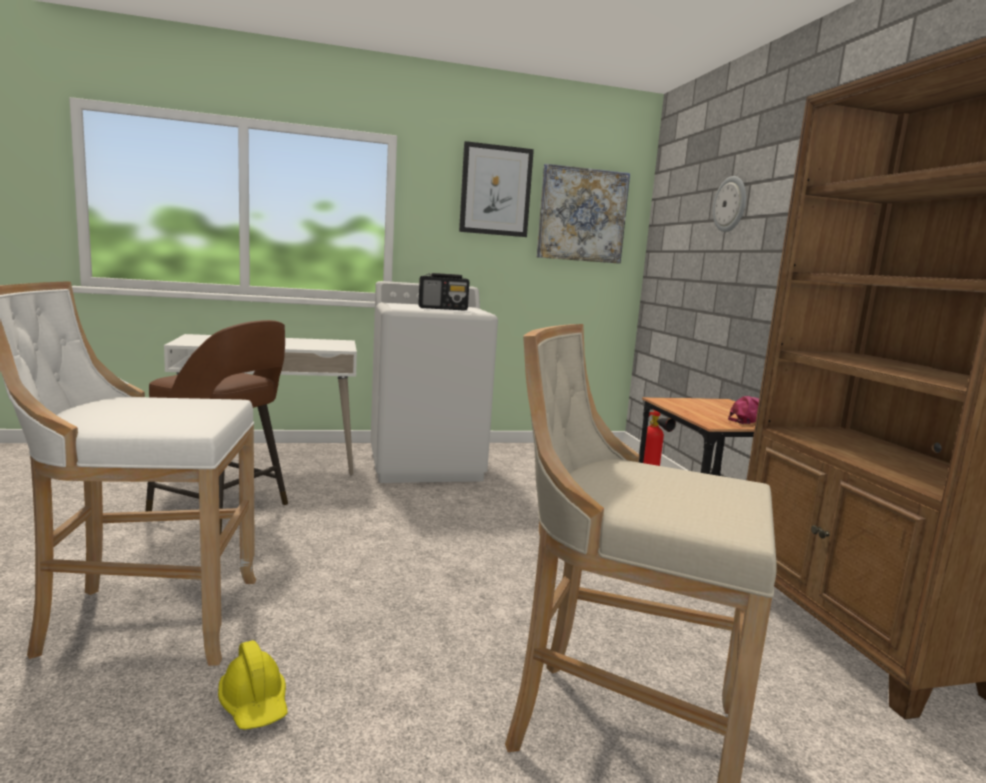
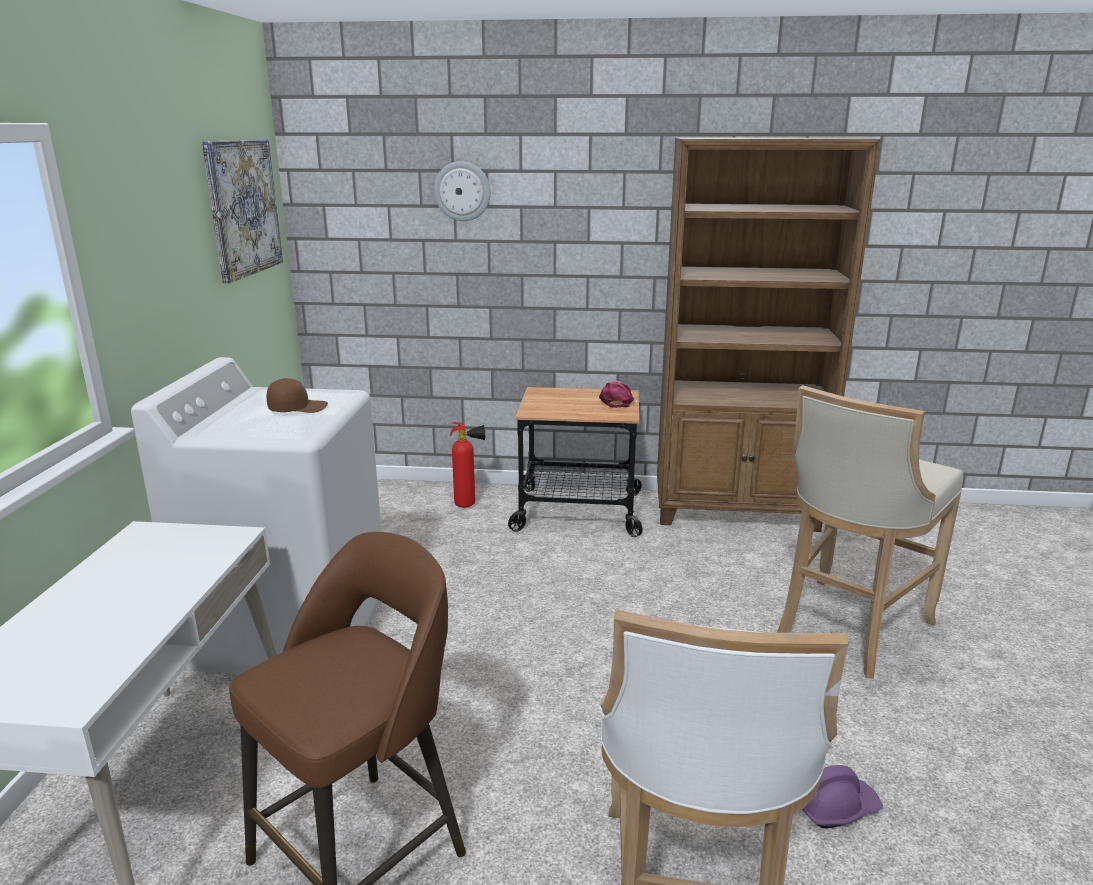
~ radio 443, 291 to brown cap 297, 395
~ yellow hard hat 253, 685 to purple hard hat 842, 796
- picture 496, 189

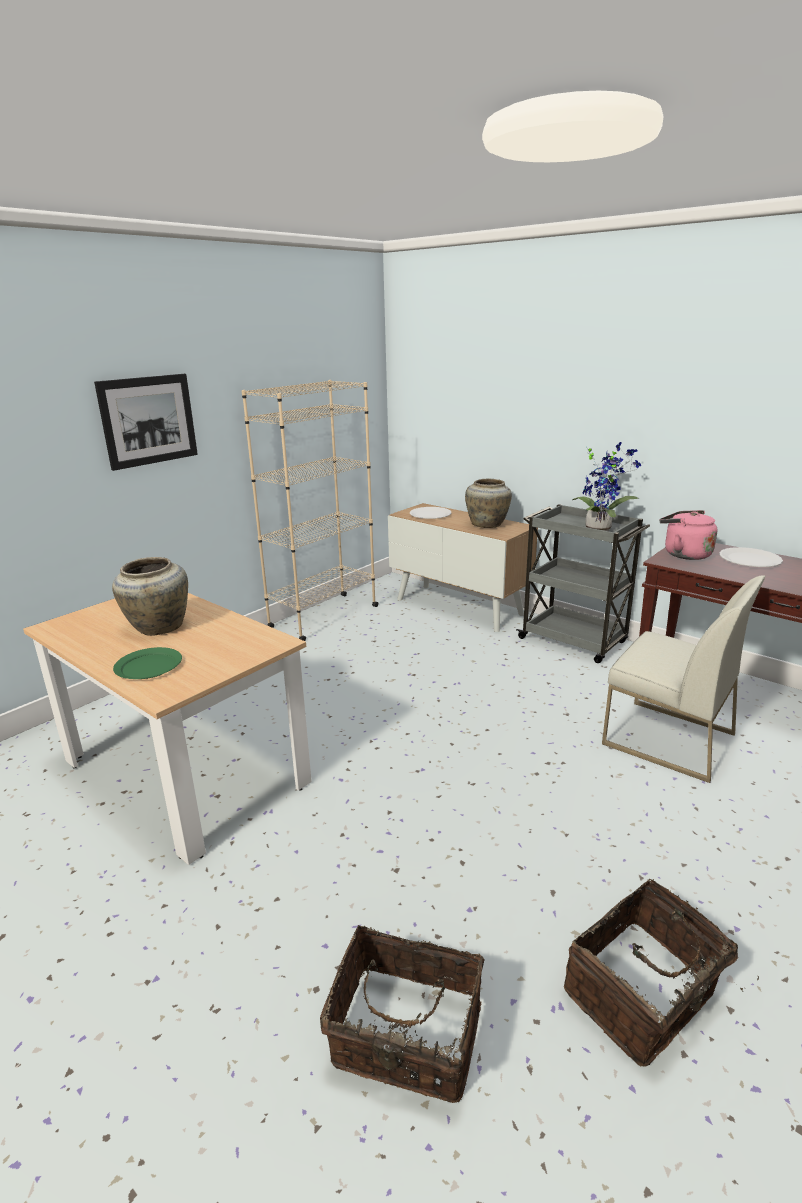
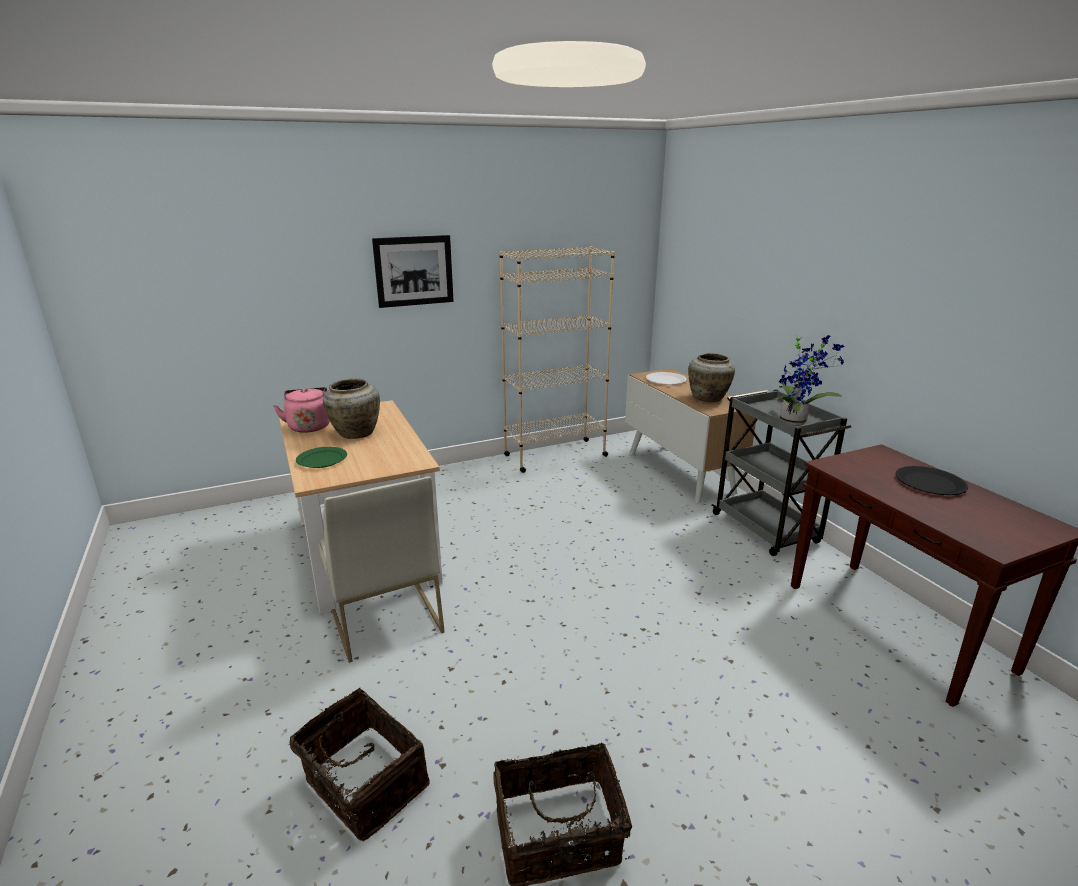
~ pink kettle 688, 535 to 301, 410
~ white chair 683, 679 to 381, 569
~ white plate 751, 557 to black plate 932, 480

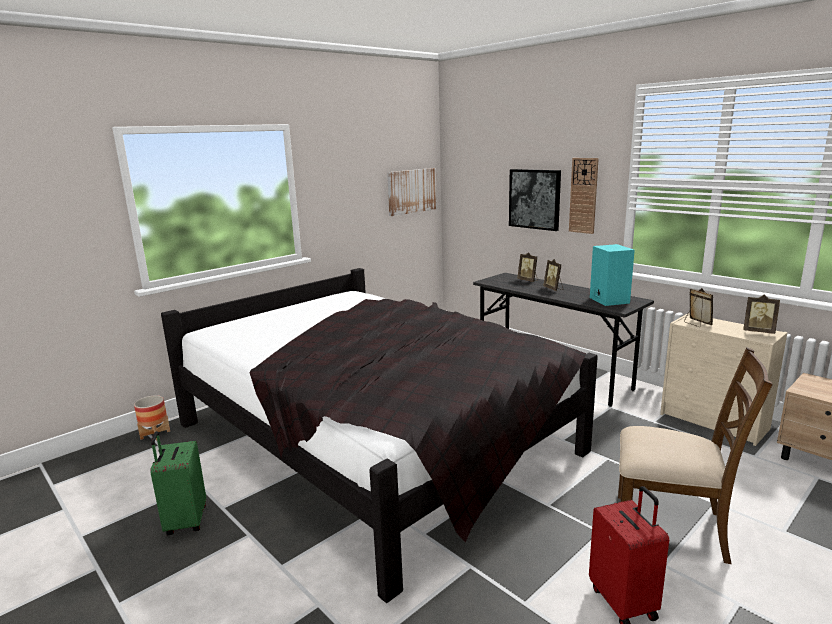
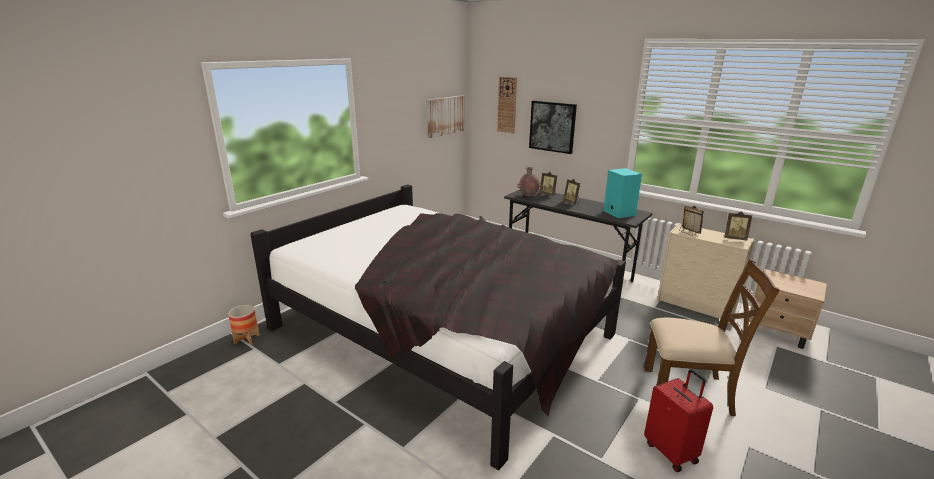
~ wall clock 584, 196 to 507, 105
+ brown vase 529, 182
- green suitcase 178, 483

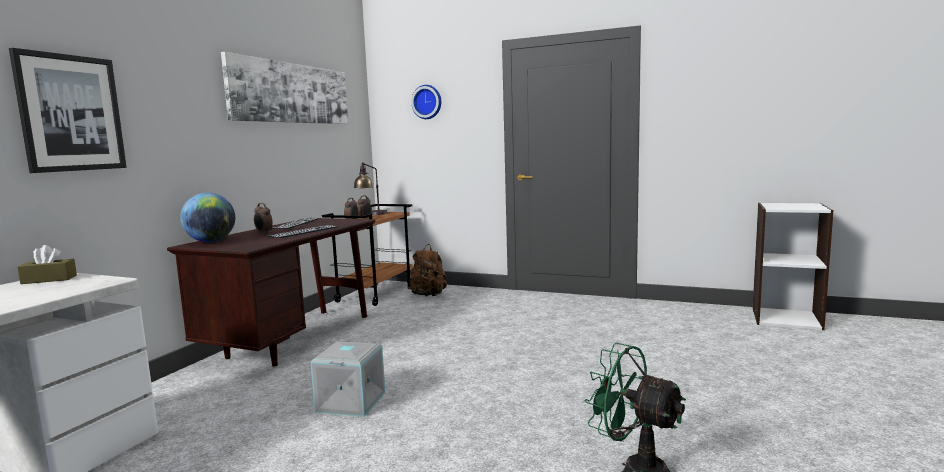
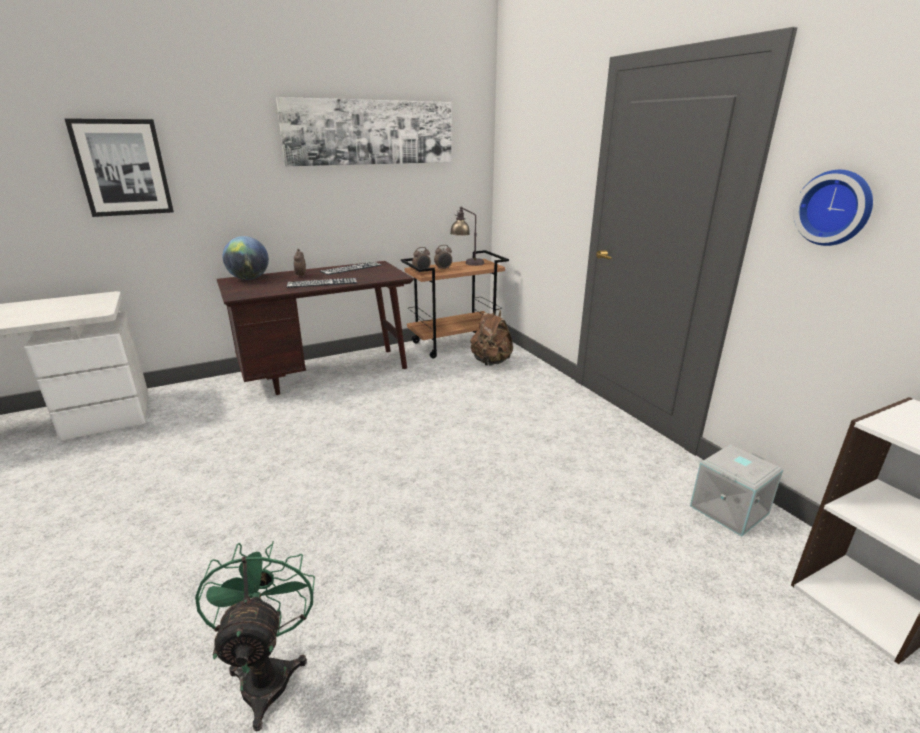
~ grey storage box 348, 379 to 736, 490
~ wall clock 426, 102 to 833, 208
- brown tissue box 47, 264

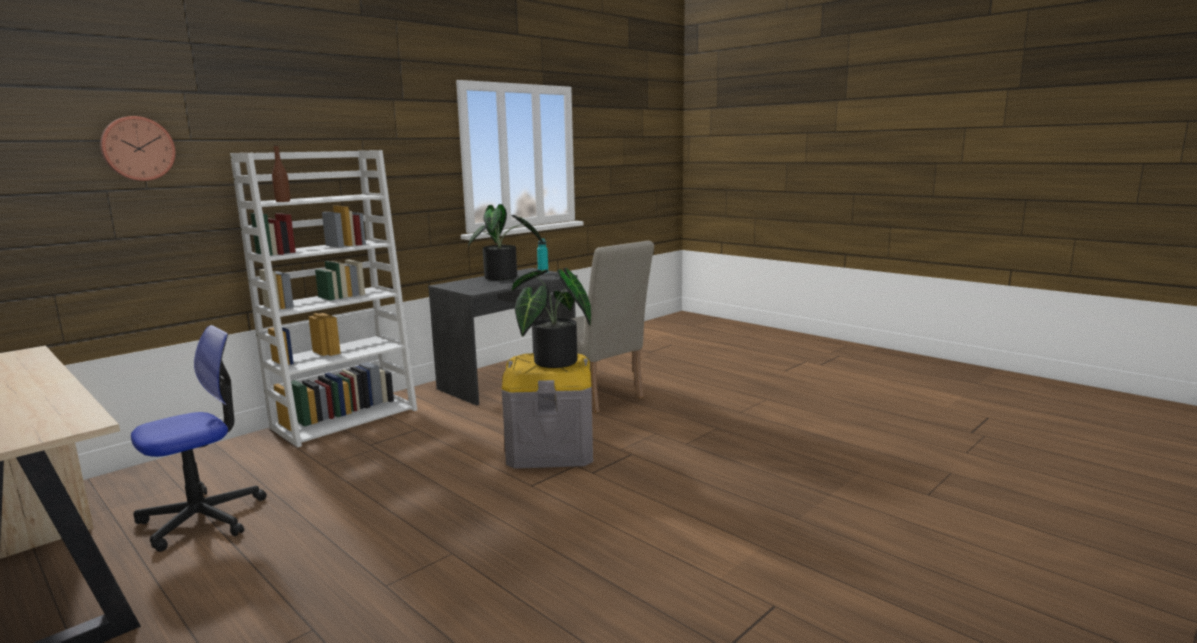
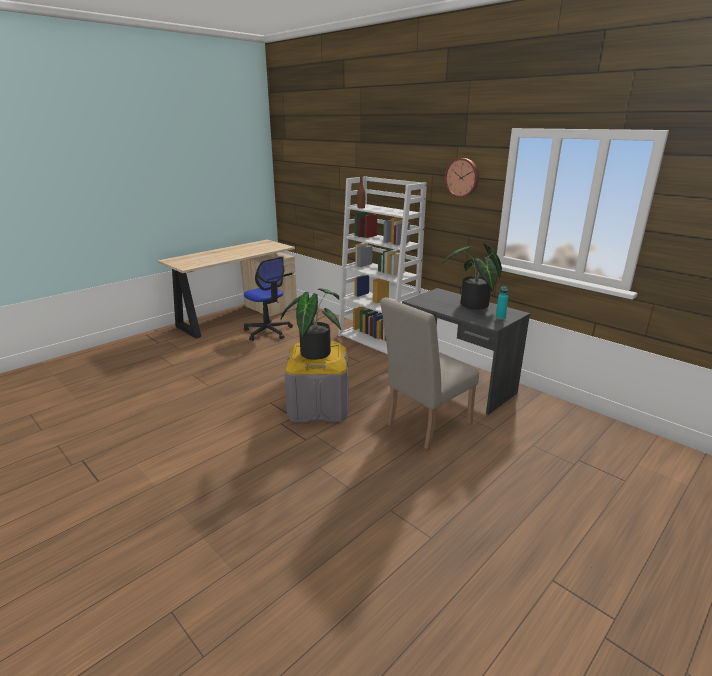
~ wall clock 138, 148 to 462, 178

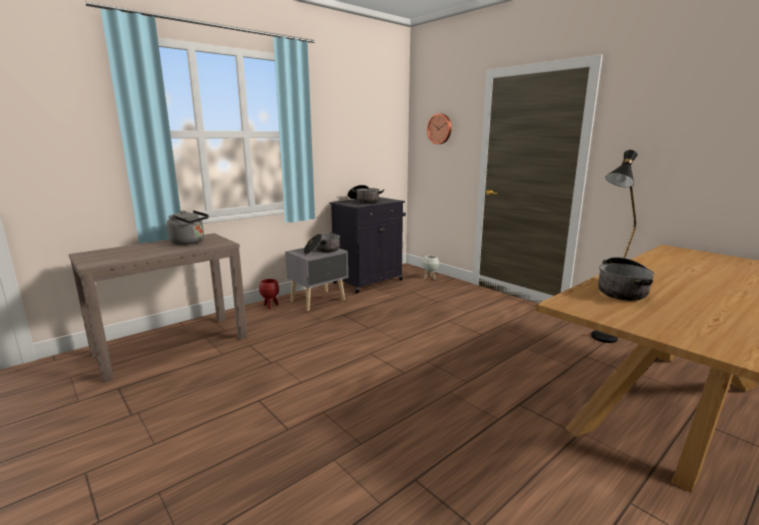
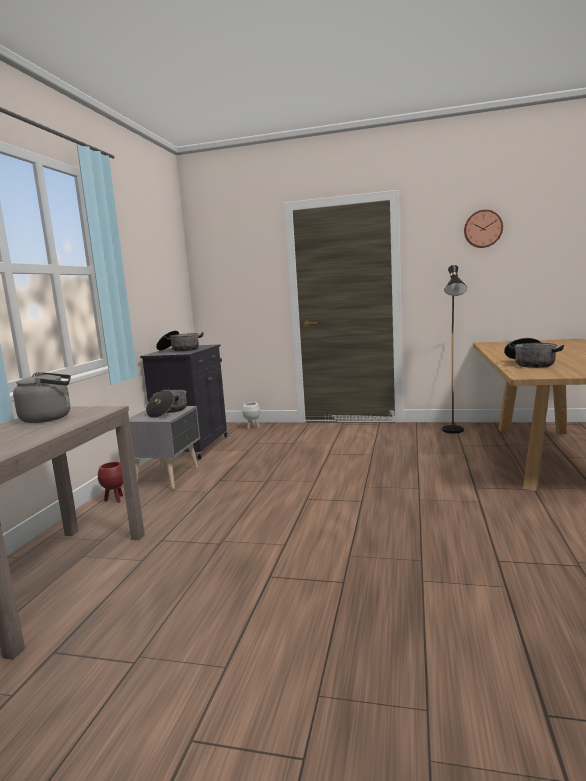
~ wall clock 439, 128 to 483, 229

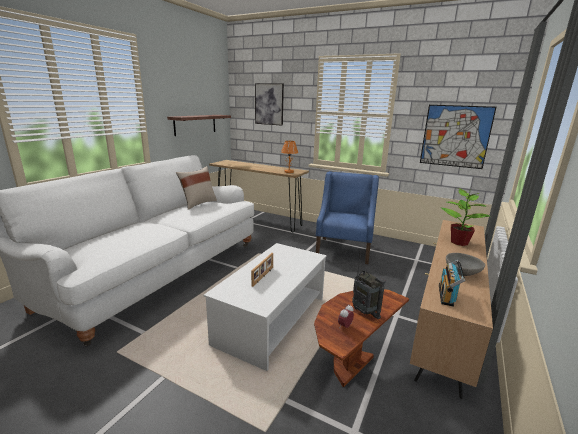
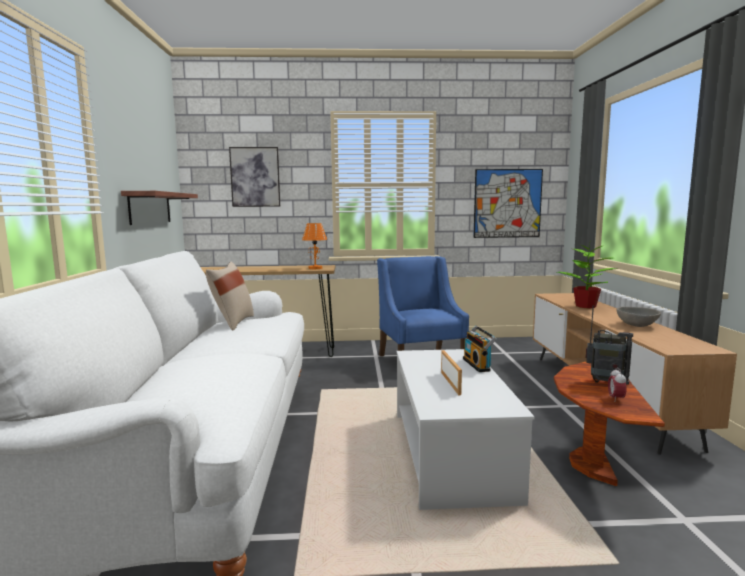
~ radio 452, 283 to 480, 349

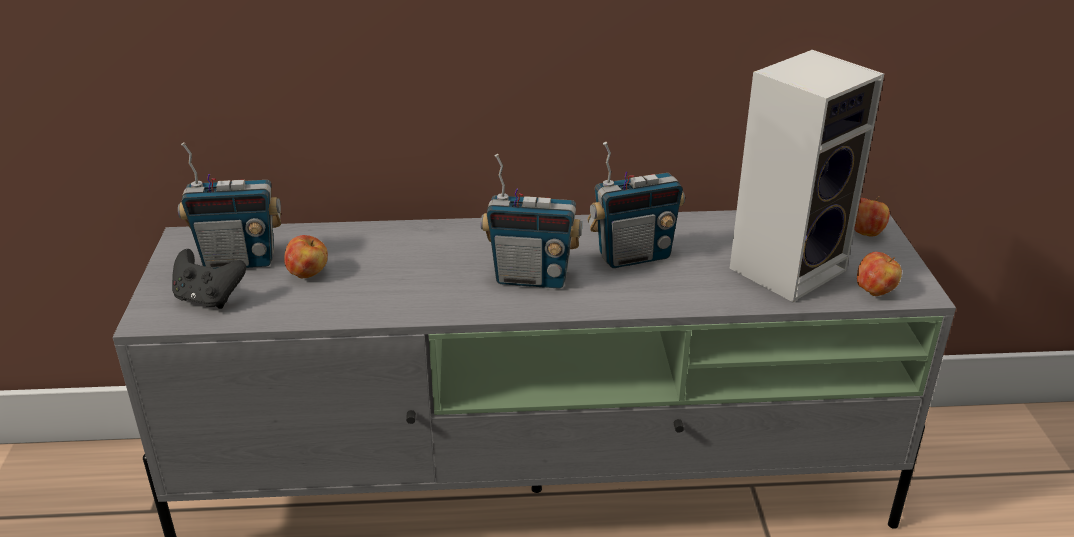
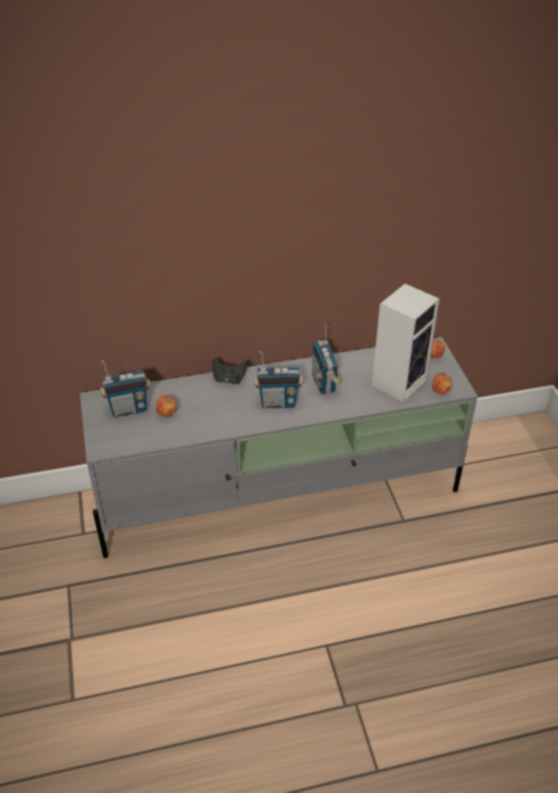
~ black game controller 209, 279 to 229, 371
~ radio 636, 205 = 327, 358 105 degrees clockwise

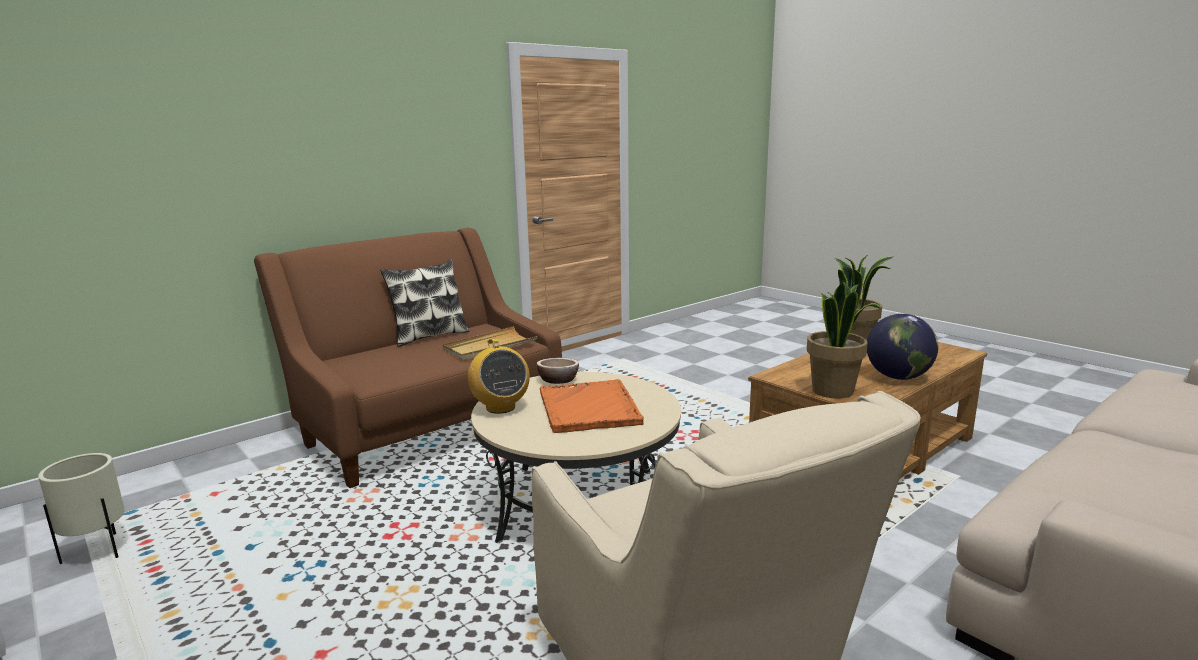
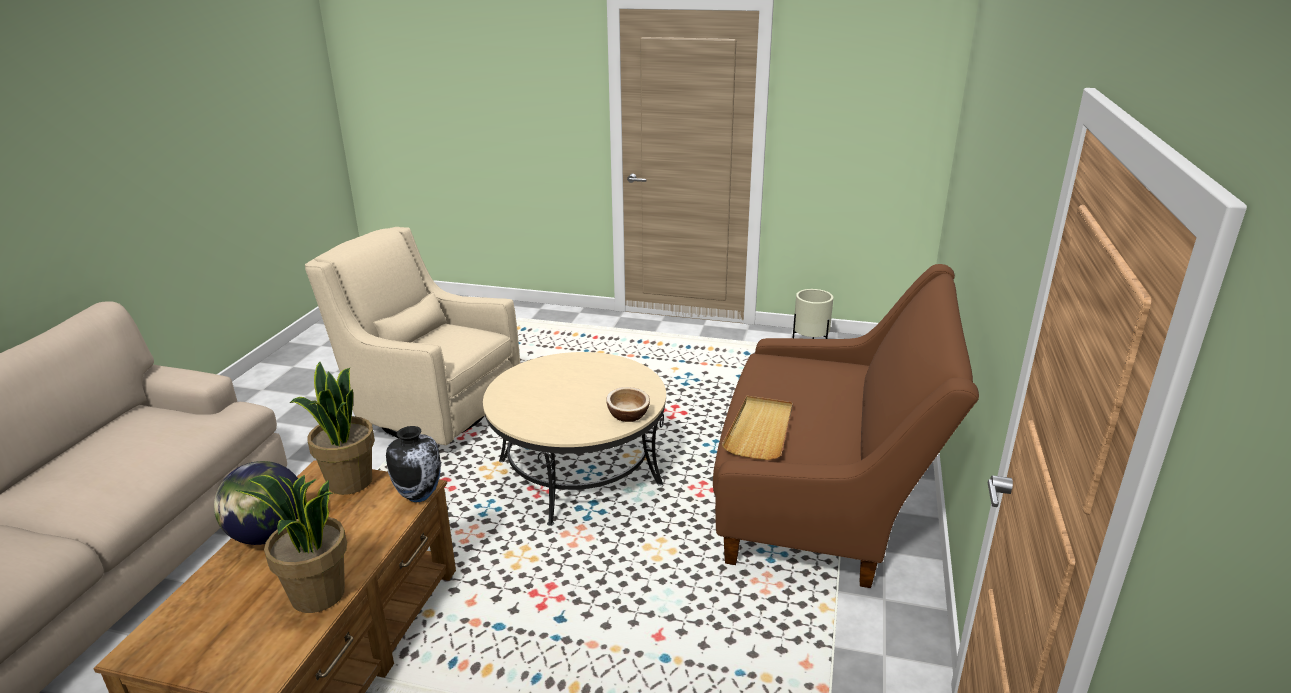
+ vase 413, 464
- pillow 424, 303
- radio 499, 376
- orange tray 592, 406

